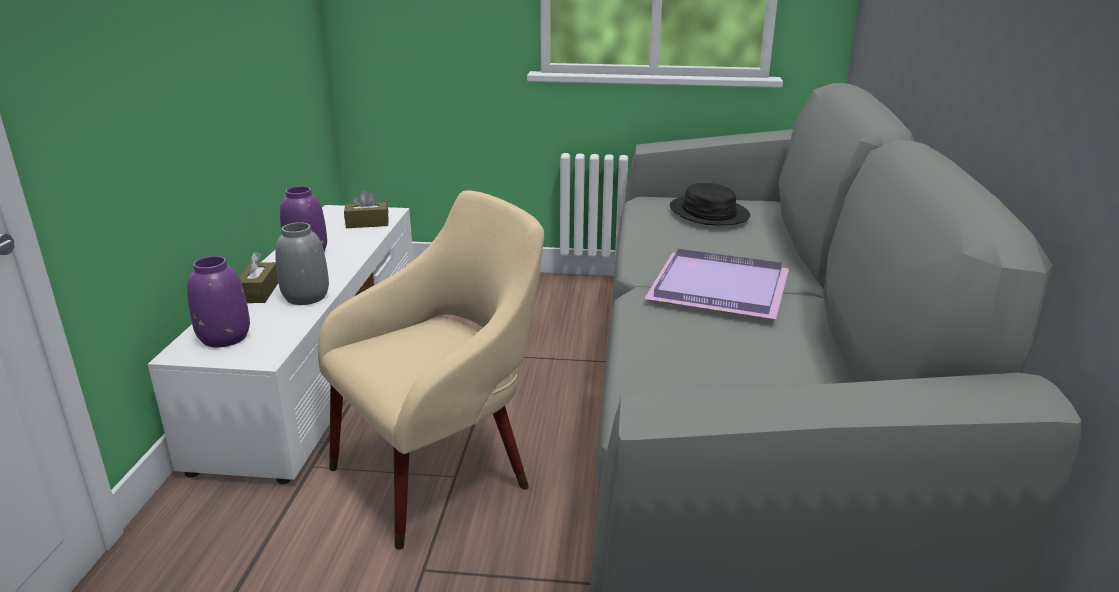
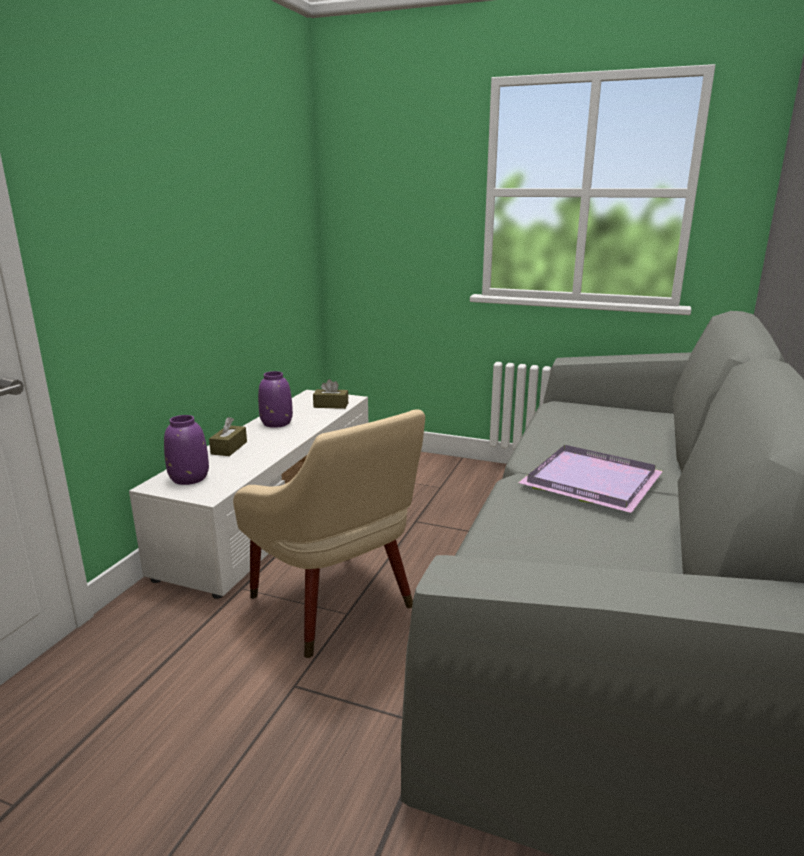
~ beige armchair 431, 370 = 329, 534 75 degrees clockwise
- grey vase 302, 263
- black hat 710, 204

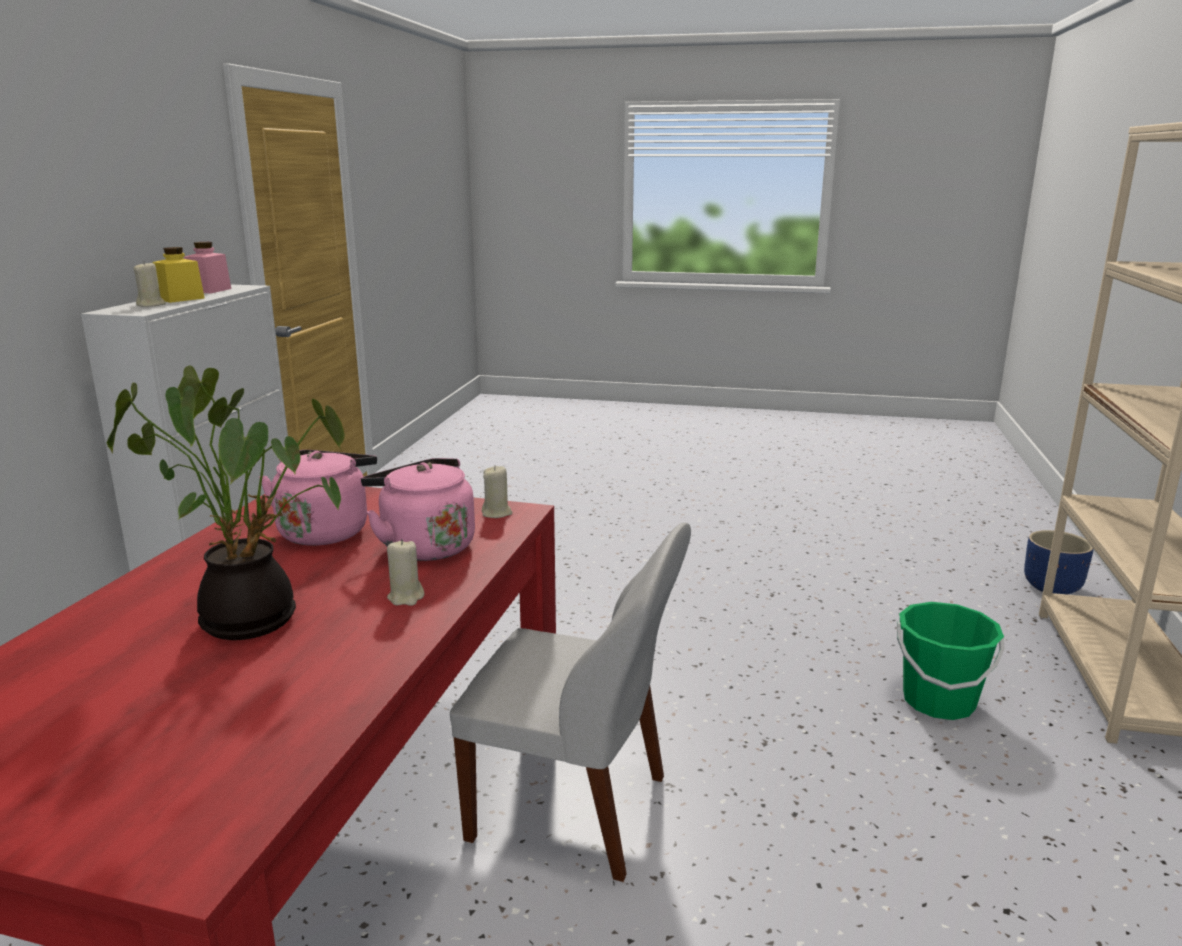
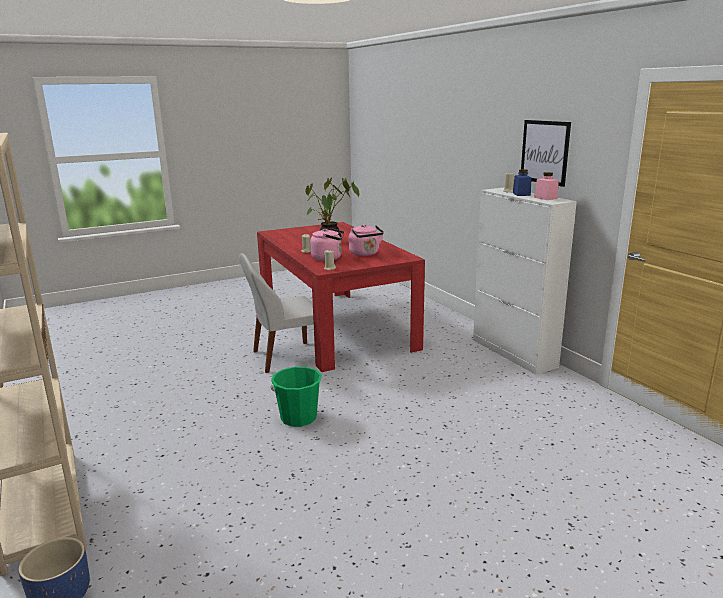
~ green bucket 950, 661 to 296, 397
~ yellow jar 178, 275 to blue jar 522, 182
+ picture 546, 153

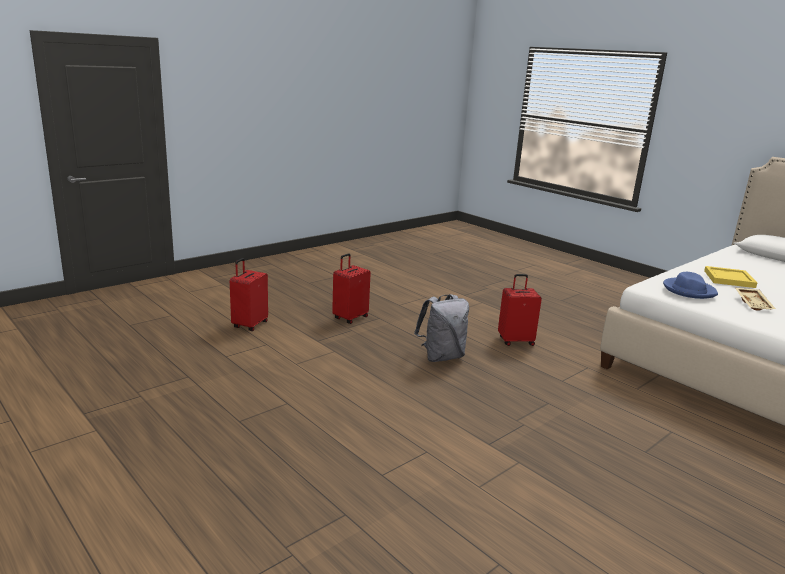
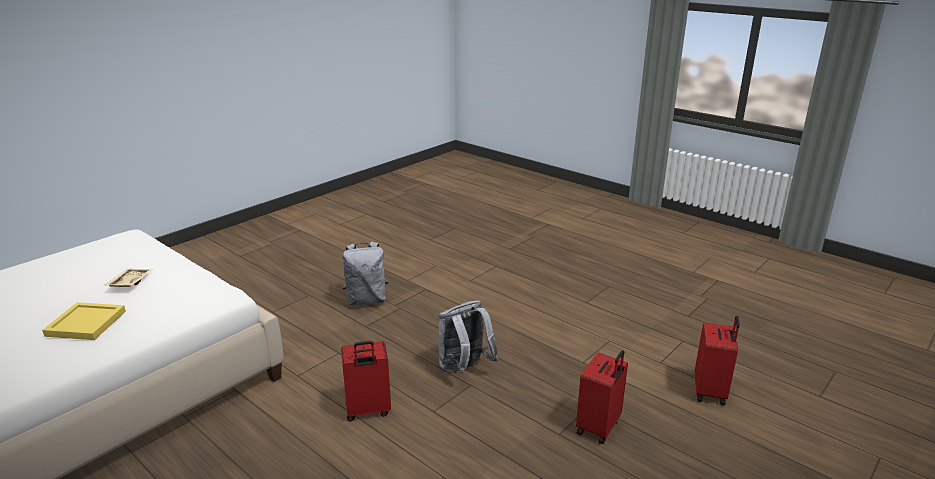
+ grey backpack 365, 273
- blue hat 690, 285

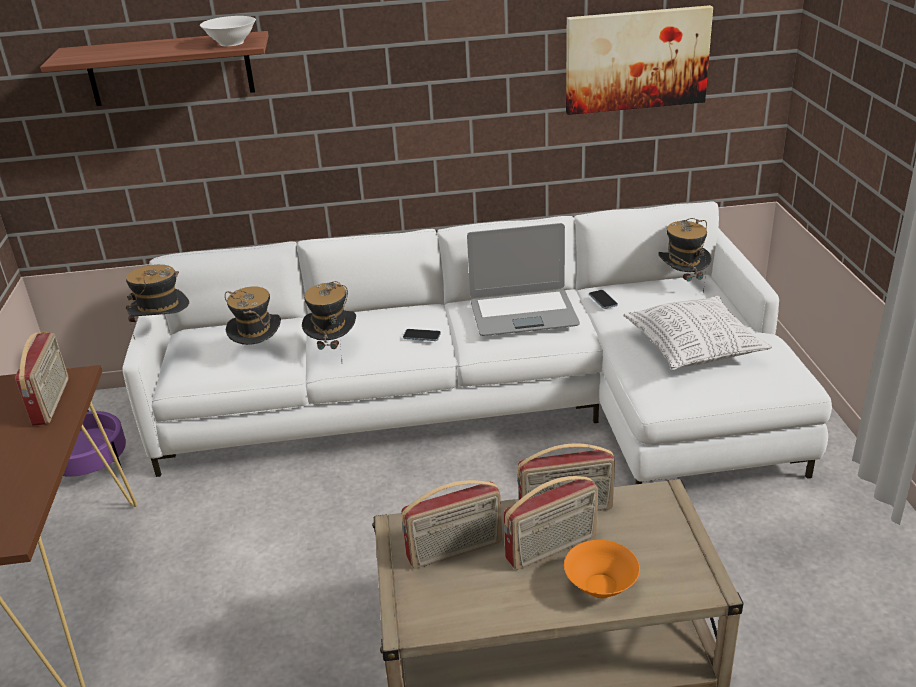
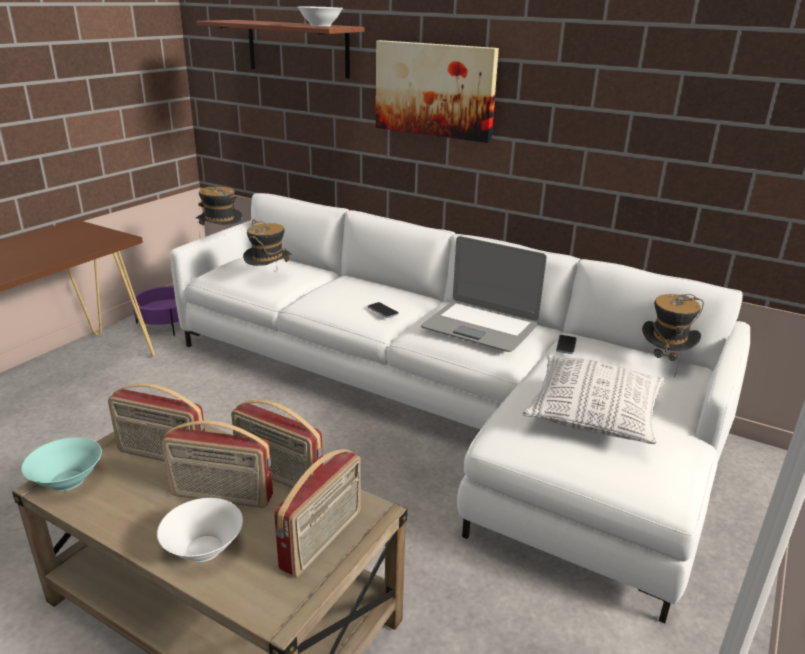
+ turquoise bowl 61, 464
~ orange bowl 602, 569 to white bowl 200, 530
~ radio 42, 379 to 317, 513
~ picture 639, 60 to 437, 91
- hat 329, 321

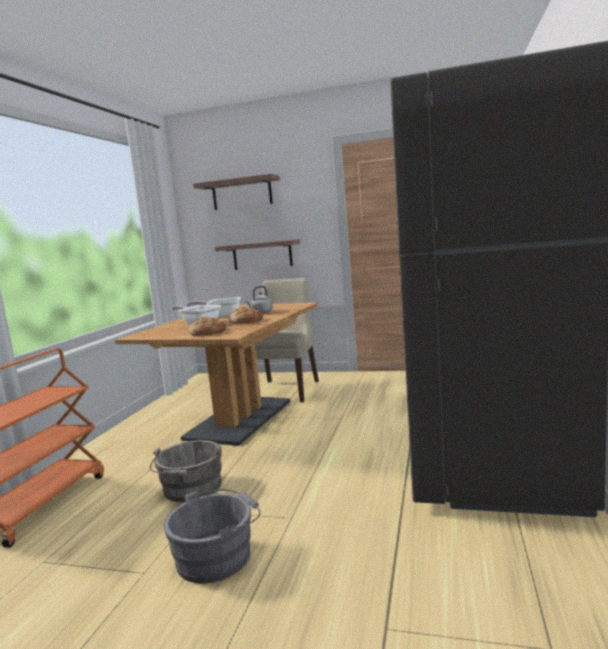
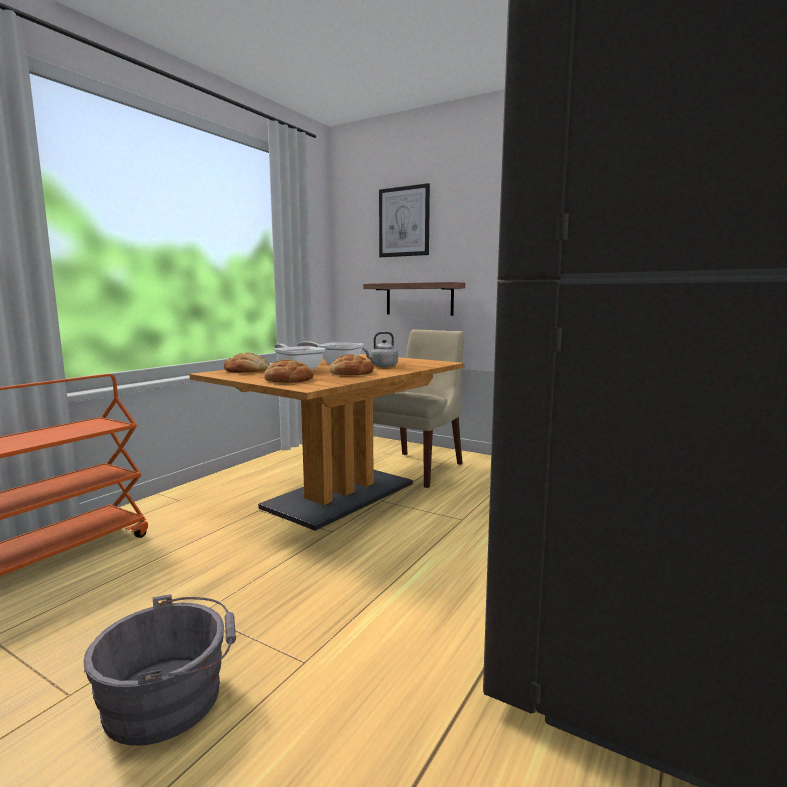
+ bread 246, 362
~ shelf 236, 192 to picture 404, 220
- grey bucket 186, 471

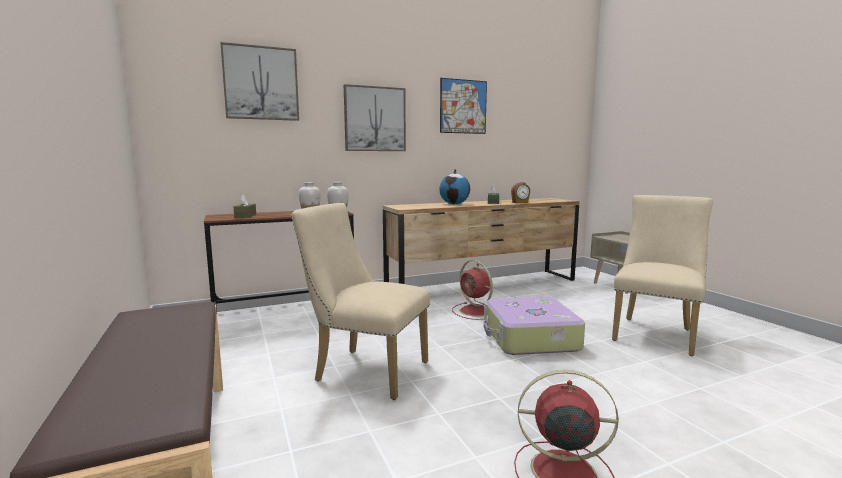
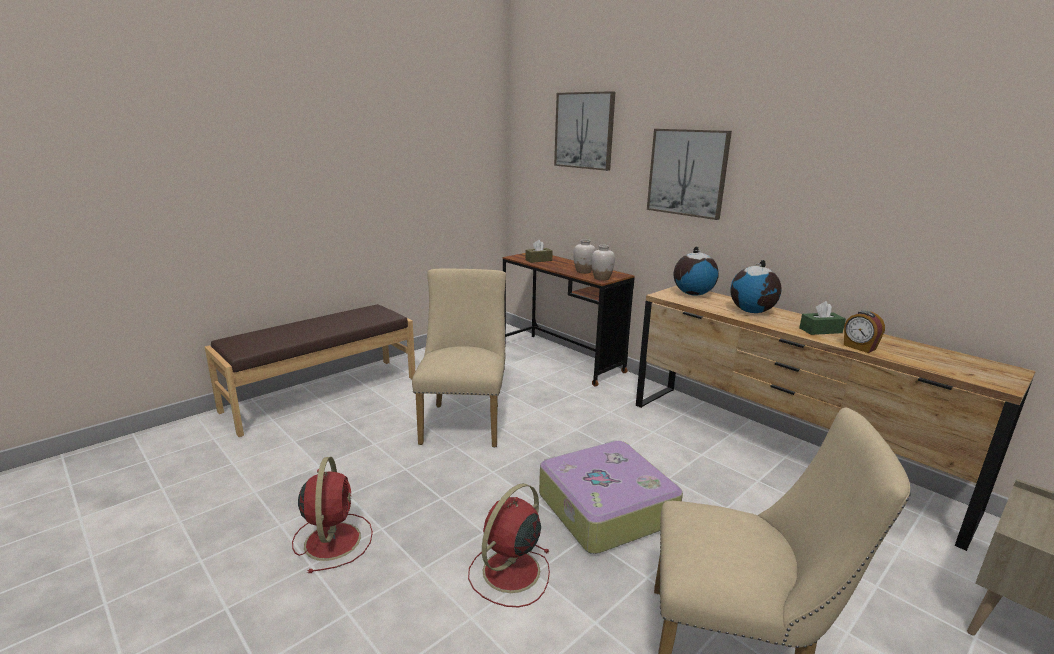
~ red fan 472, 290 to 509, 545
+ globe 696, 270
- picture 463, 106

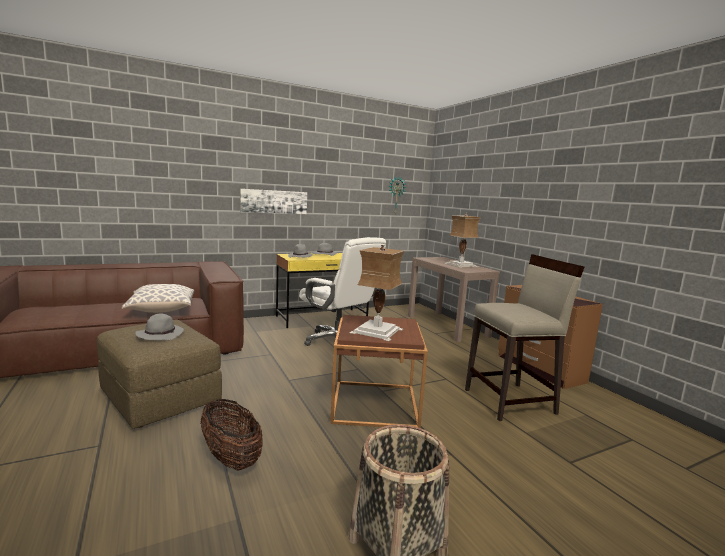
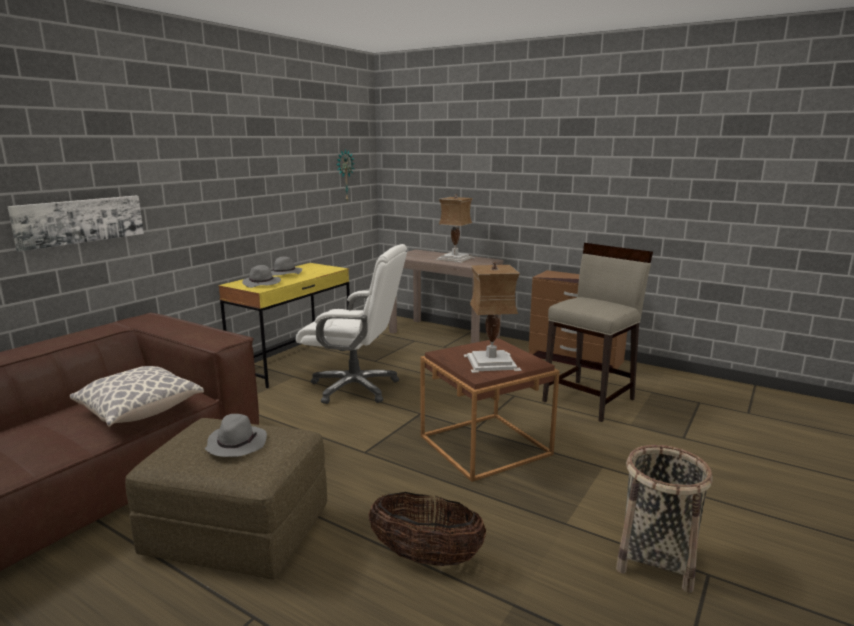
~ picture 273, 201 to 75, 224

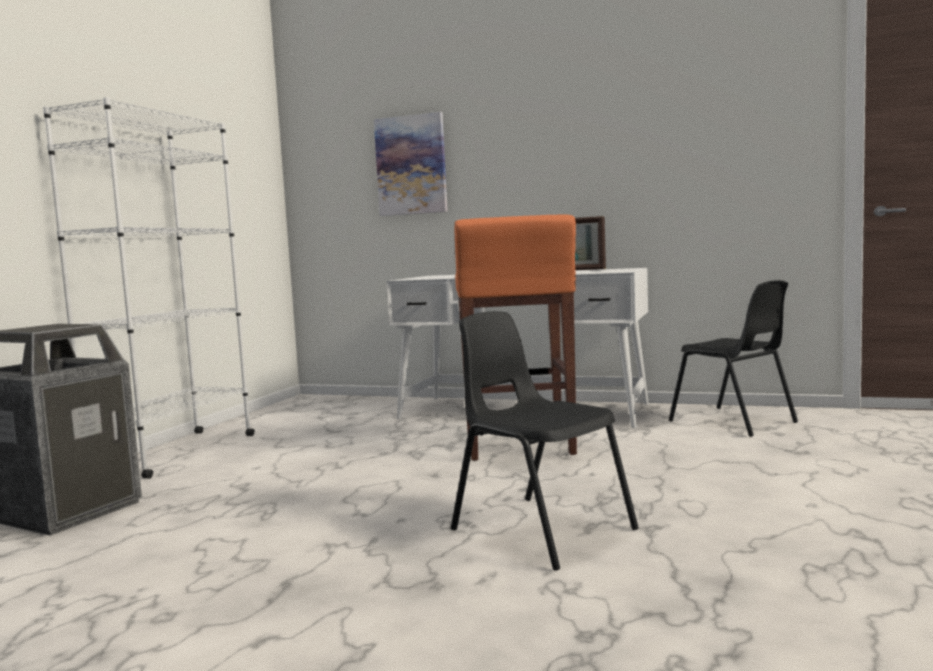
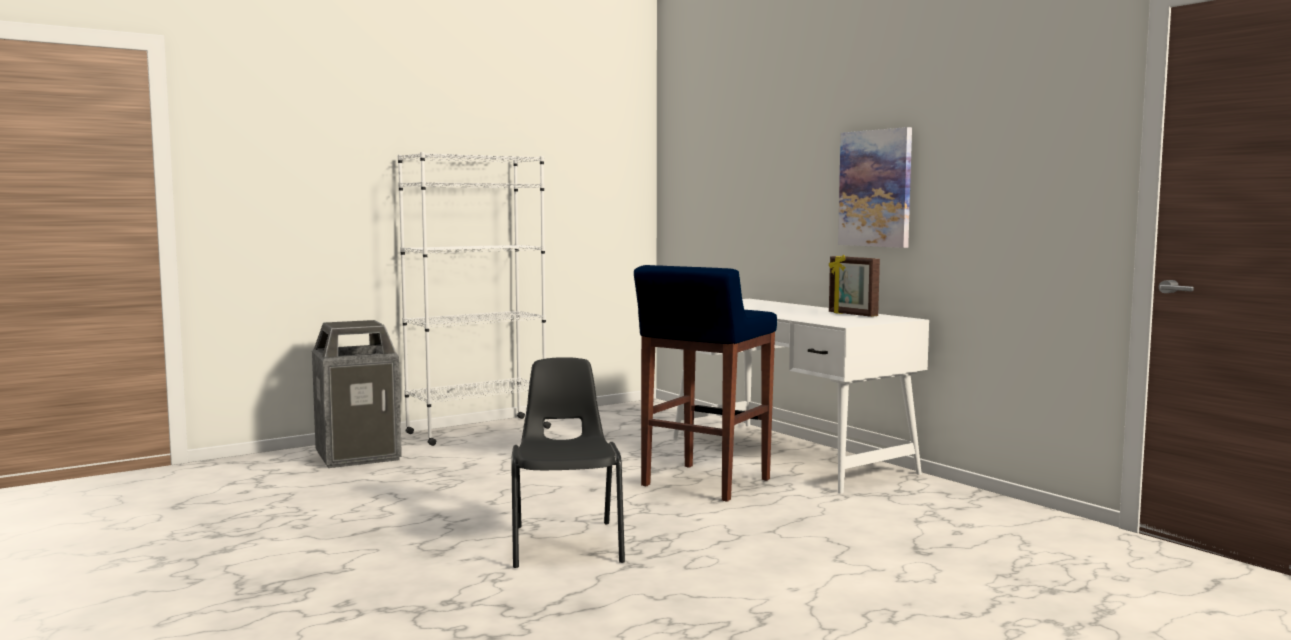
~ orange stool 515, 337 to blue stool 705, 383
~ picture 411, 164 to 875, 187
- black chair 733, 358

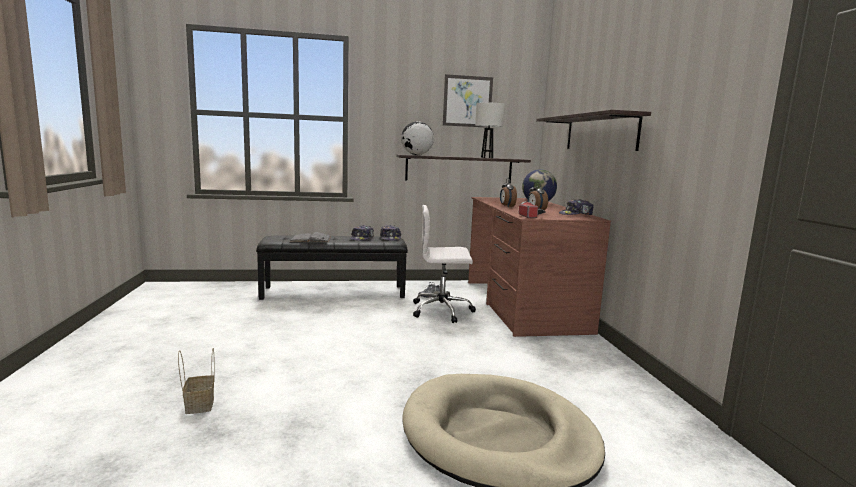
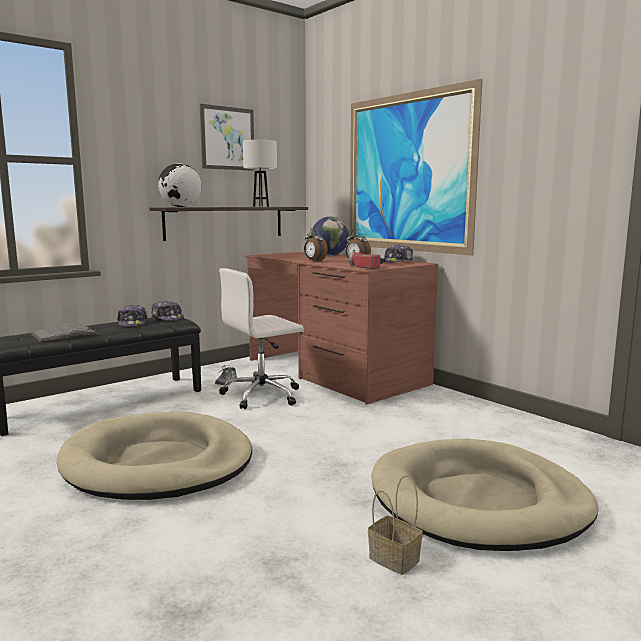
+ beige dog bed 154, 456
~ shelf 593, 130 to picture 416, 167
~ basket 196, 381 to 395, 525

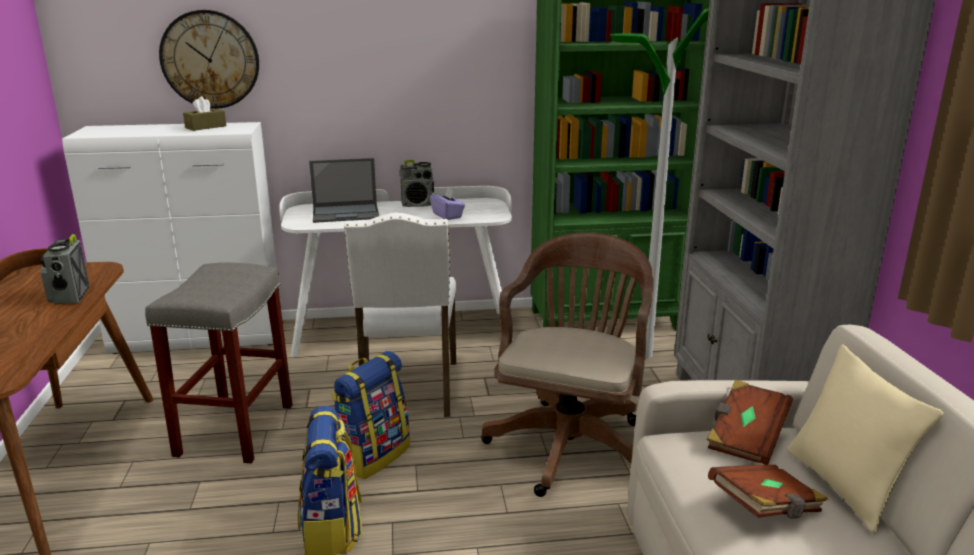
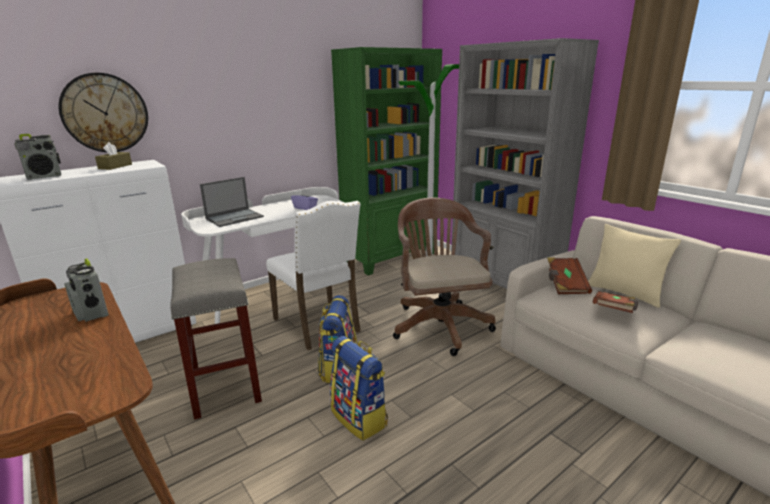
~ radio 416, 183 to 37, 157

